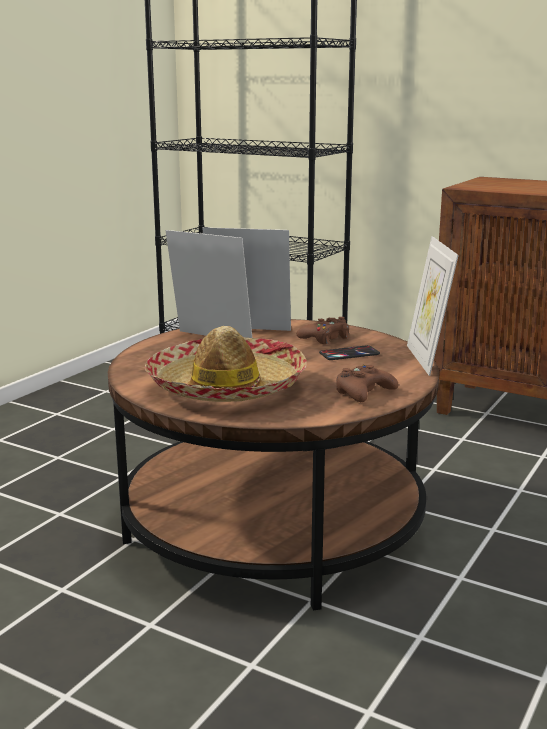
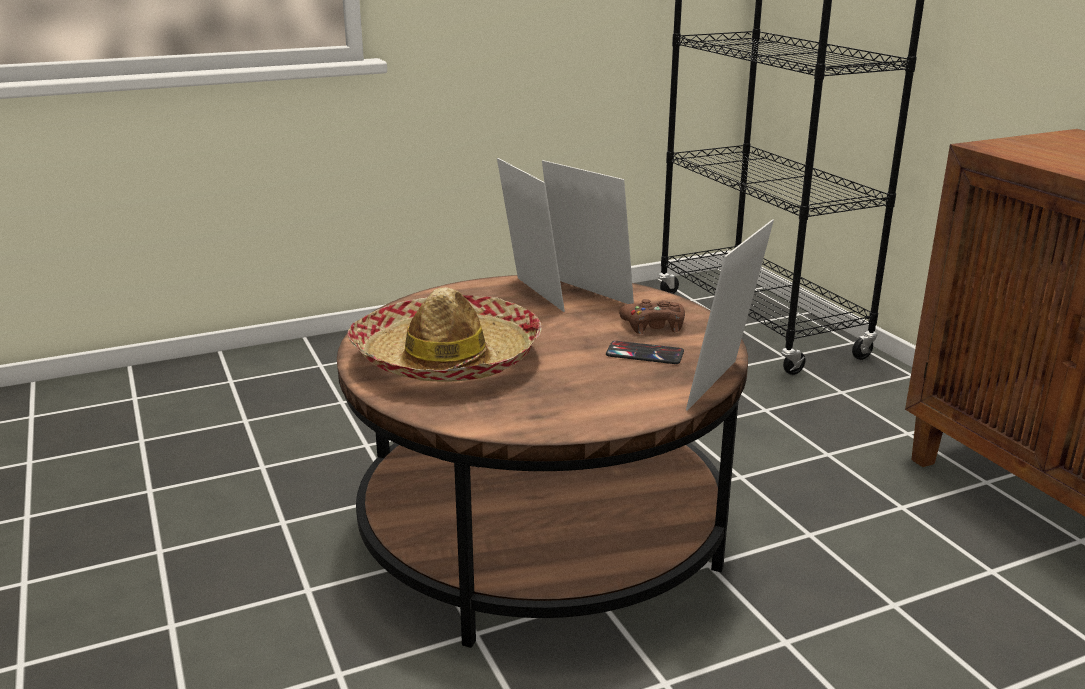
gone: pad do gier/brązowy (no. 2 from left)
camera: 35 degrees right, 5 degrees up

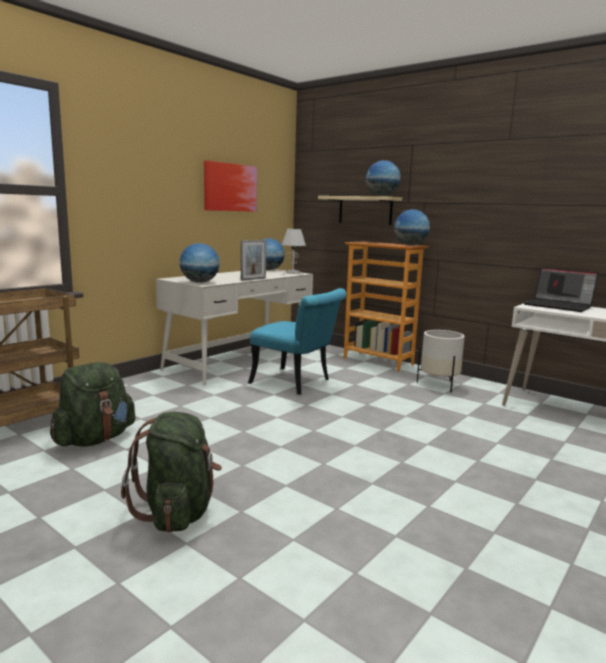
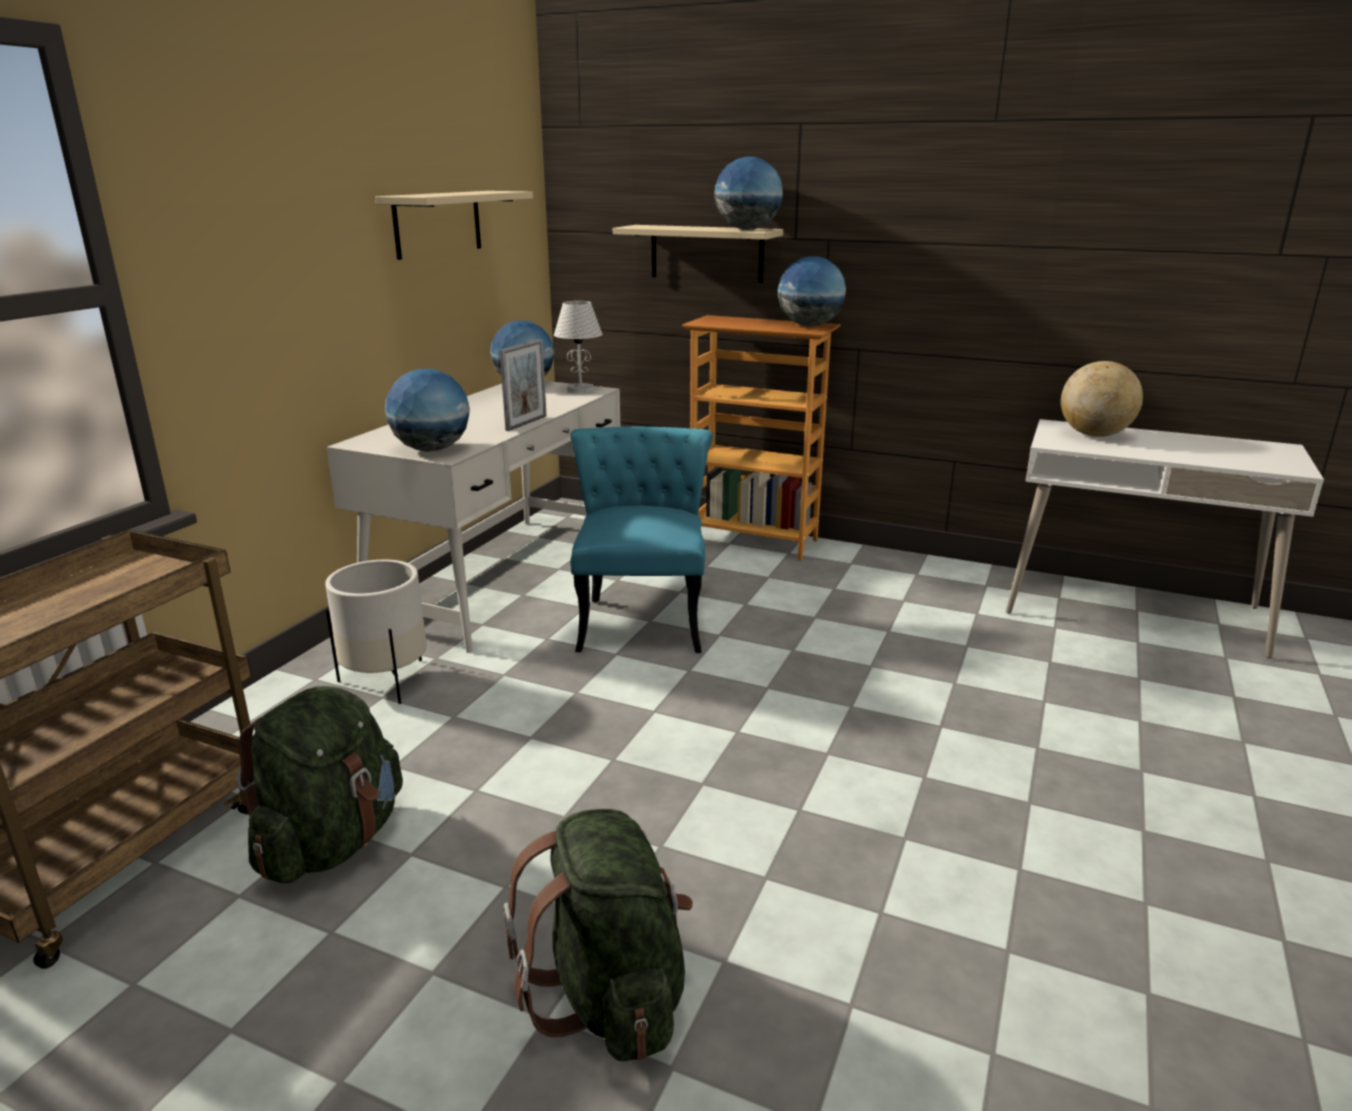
shifted: donica/biały
swapped: obraz to półka/beżowy (no. 1 from left); laptop to globus (no. 5 from left)
rotated: krzesło/turkusowy 105 degrees counterclockwise
camera: 15 degrees left, 10 degrees up

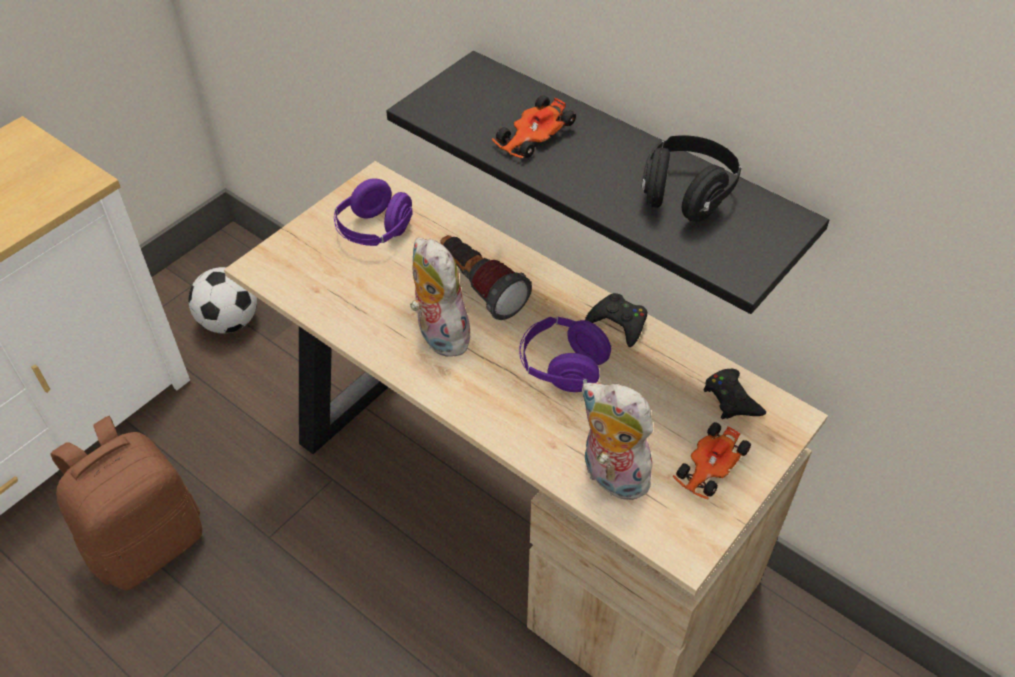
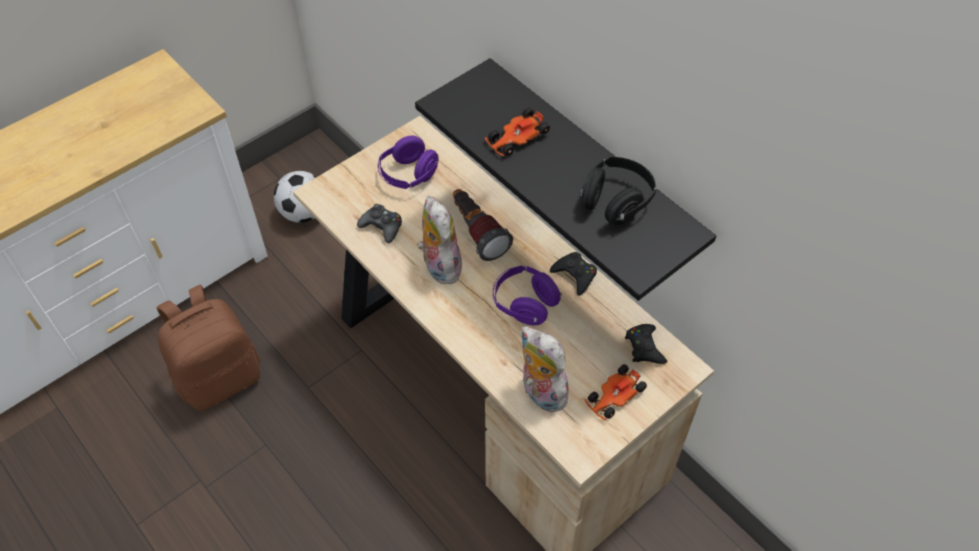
new: pad do gier/czarny (no. 1 from left)
camera: 10 degrees right, 5 degrees up

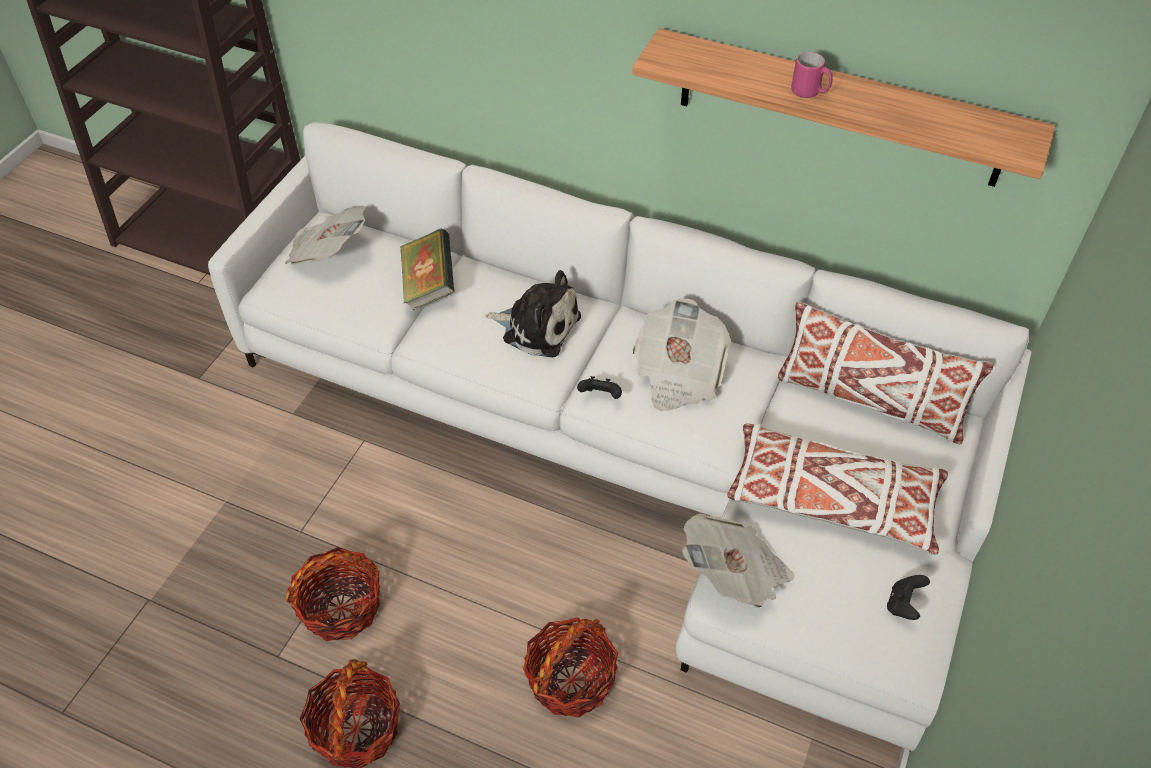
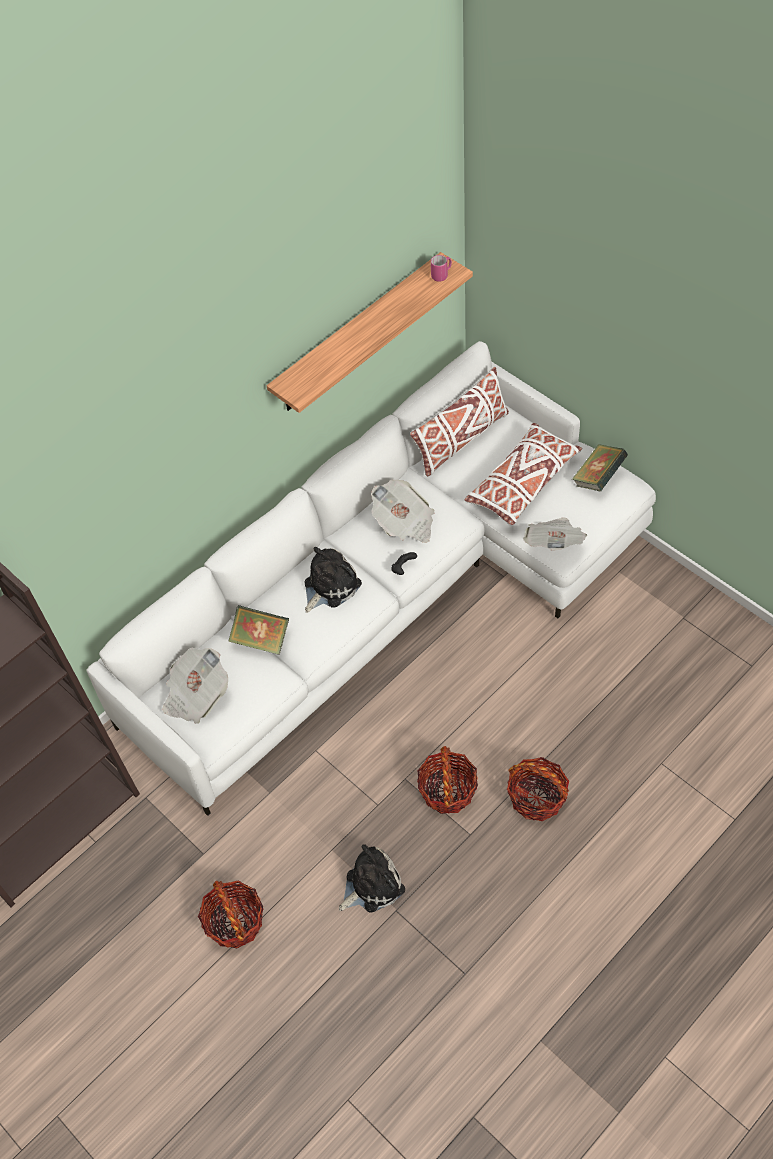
new: pluszak (no. 2 from left)
shifted: koszyk (no. 3 from left in the first image) to koszyk (no. 1 from left); kubek/różowy
swapped: pad do gier/czarny (no. 2 from left) to książka (no. 2 from left)
camera: 65 degrees left, 5 degrees up

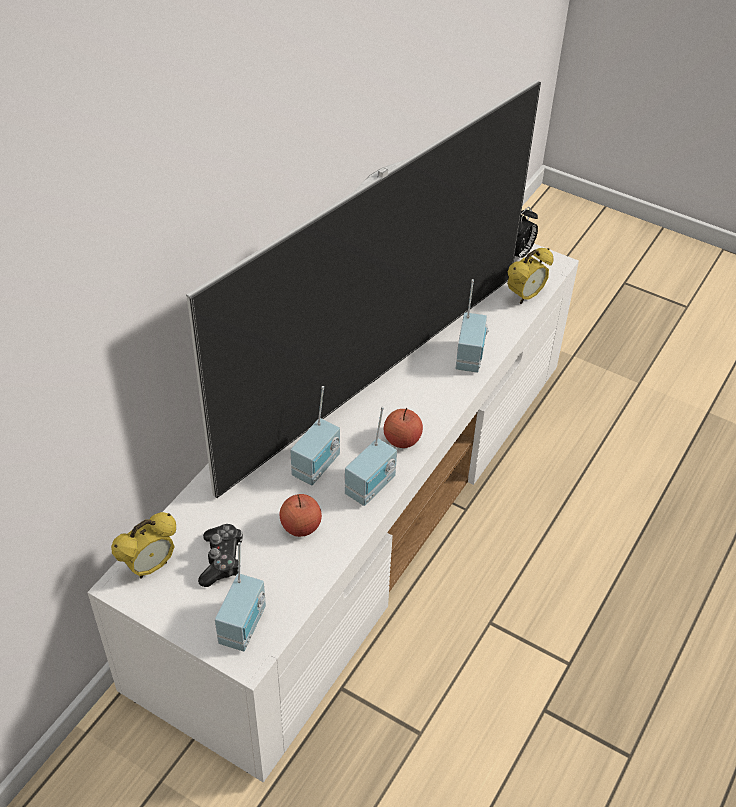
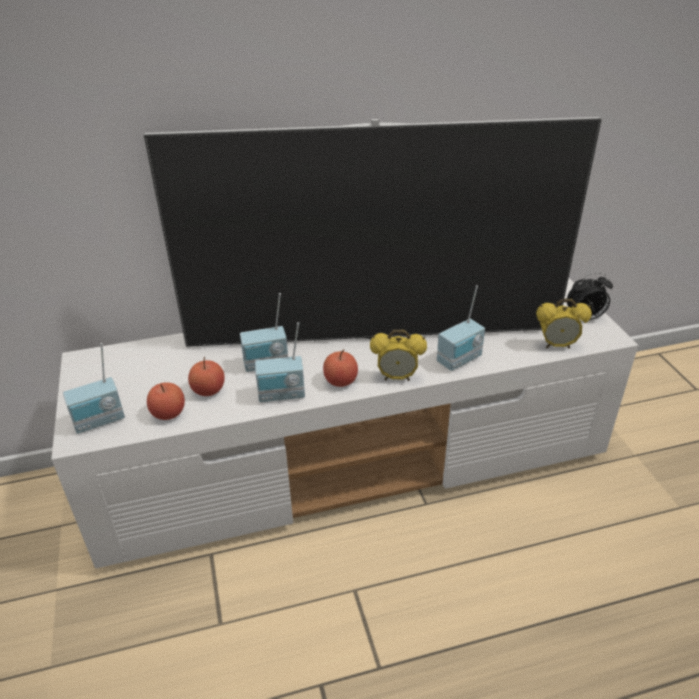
gone: pad do gier
new: jabłko (no. 1 from left)
shifted: budzik (no. 1 from left)
camera: 45 degrees right, 10 degrees down

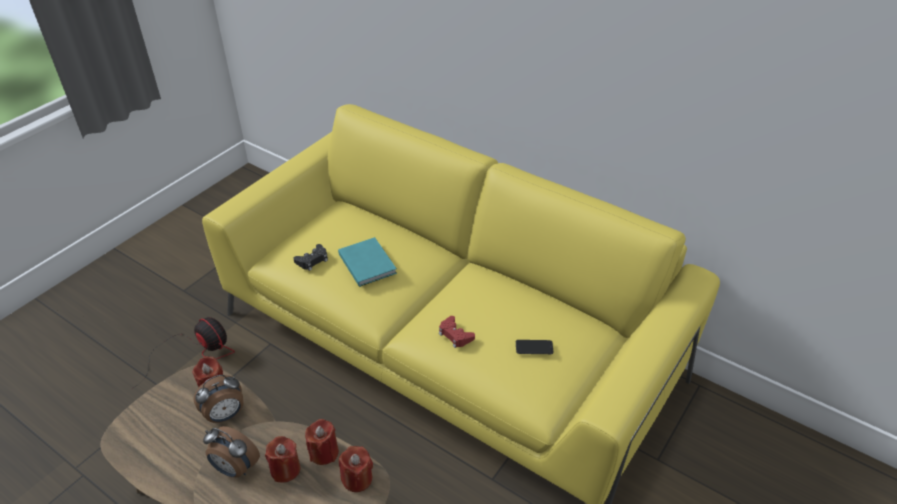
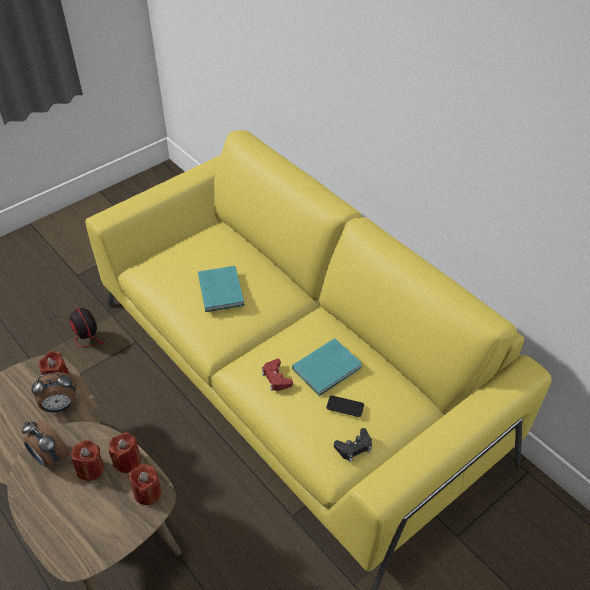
new: książka/turkusowy (no. 2 from left)
shifted: pad do gier/czarny
camera: 15 degrees right, 5 degrees up

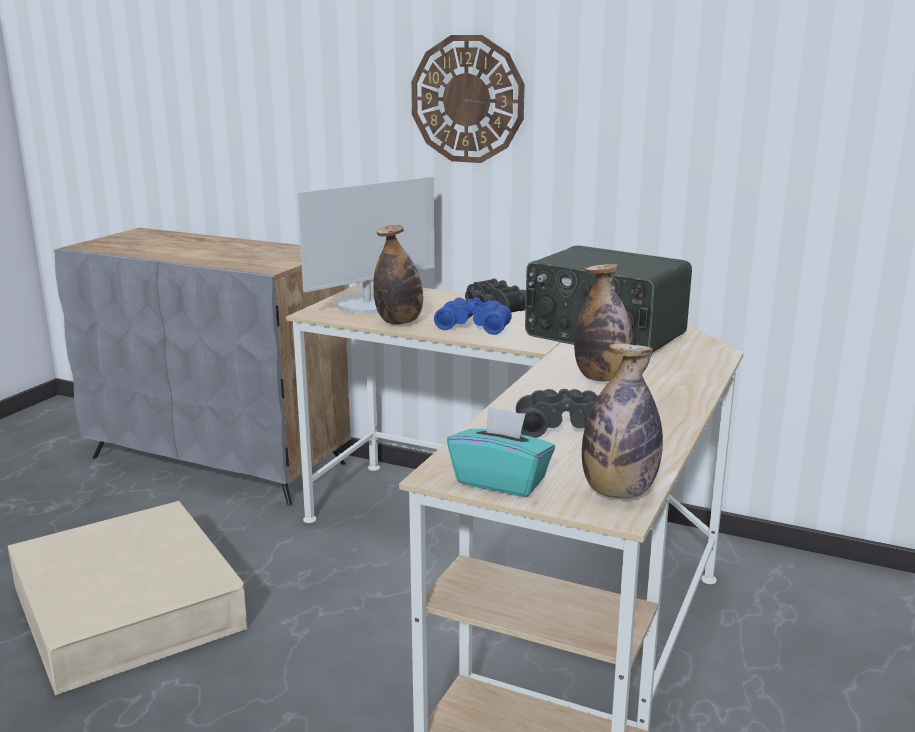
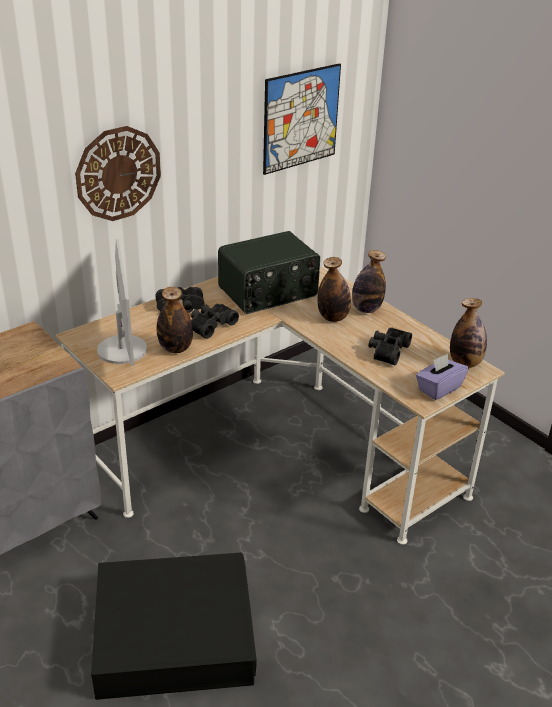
new: obraz; butelka (no. 3 from left)
repainted: pojemnik do przechowywania/beżowy to pojemnik do przechowywania/czarny; lornetka/niebieski to lornetka/czarny (no. 2 from left); pudełko chusteczek/turkusowy to pudełko chusteczek/fioletowy
camera: 65 degrees left, 15 degrees up

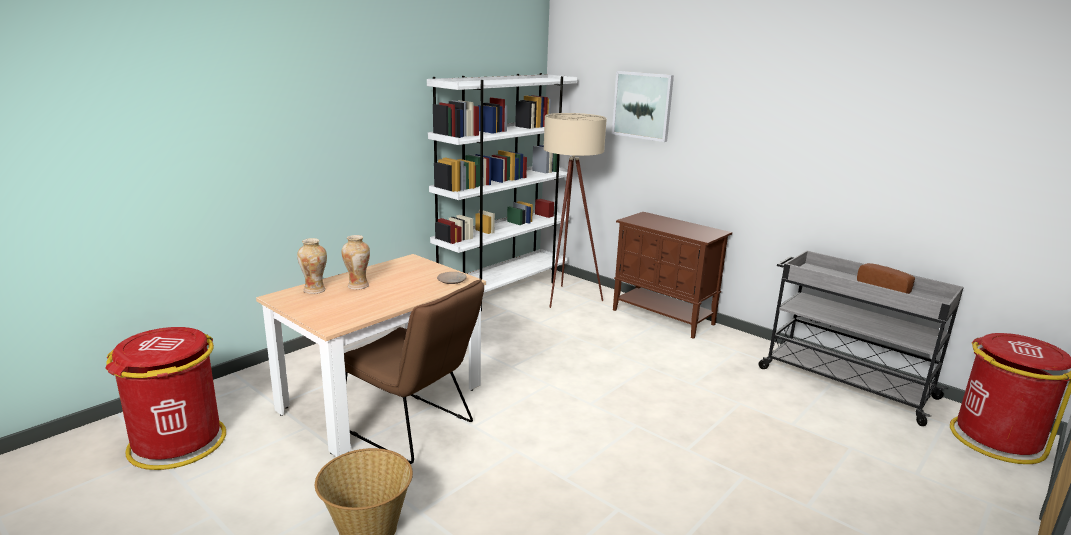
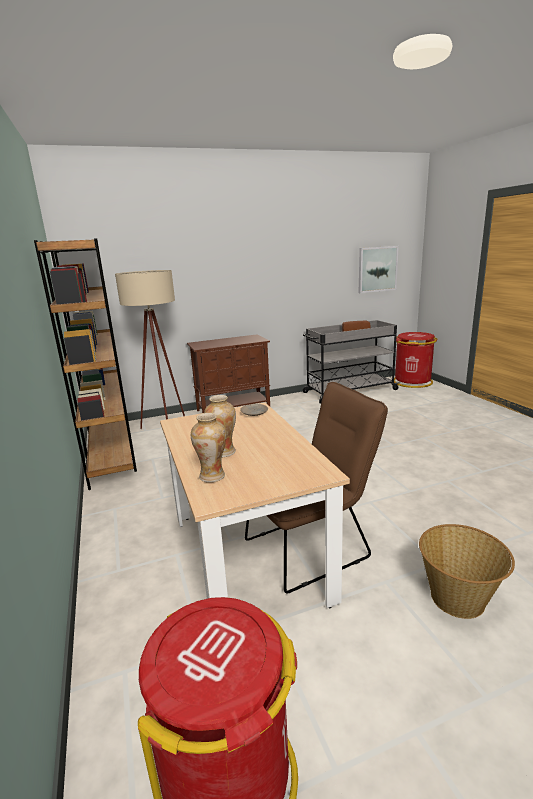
shifted: obraz
repainted: regał/biały to regał/brązowy
camera: 60 degrees left, 0 degrees up

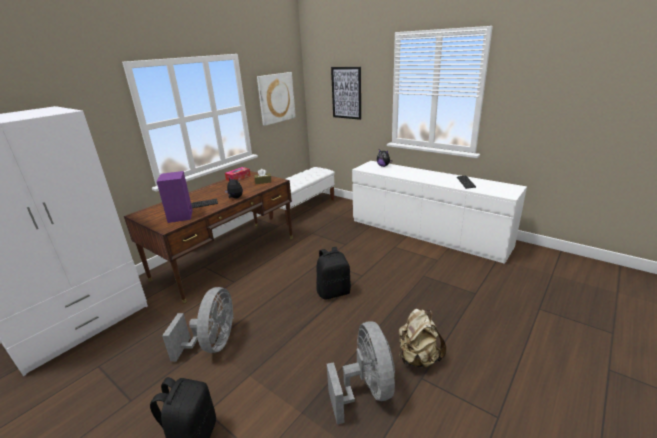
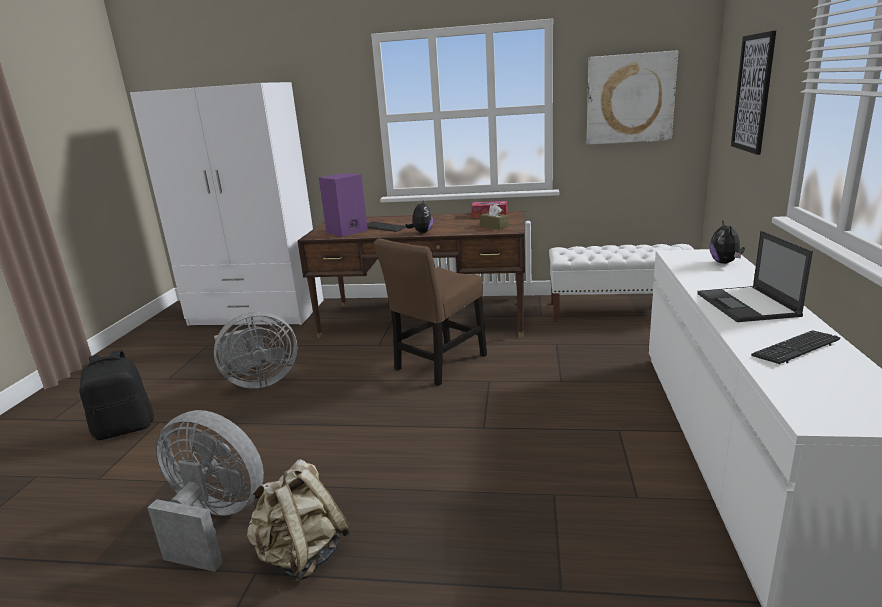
gone: plecak/czarny (no. 2 from left)
new: krzesło/brązowy; laptop
rotated: wentylator/szary (no. 2 from left in the first image) 120 degrees counterclockwise
camera: 60 degrees right, 5 degrees down

